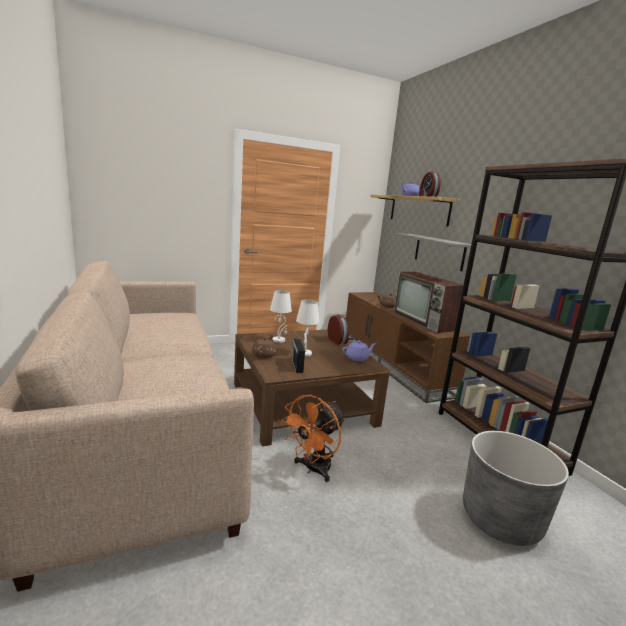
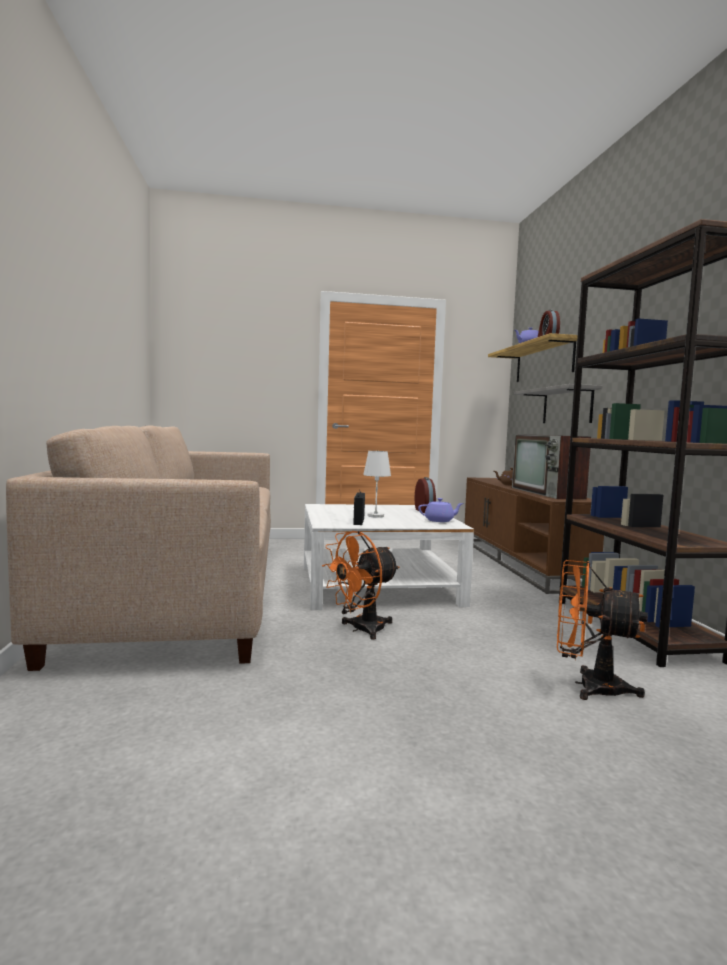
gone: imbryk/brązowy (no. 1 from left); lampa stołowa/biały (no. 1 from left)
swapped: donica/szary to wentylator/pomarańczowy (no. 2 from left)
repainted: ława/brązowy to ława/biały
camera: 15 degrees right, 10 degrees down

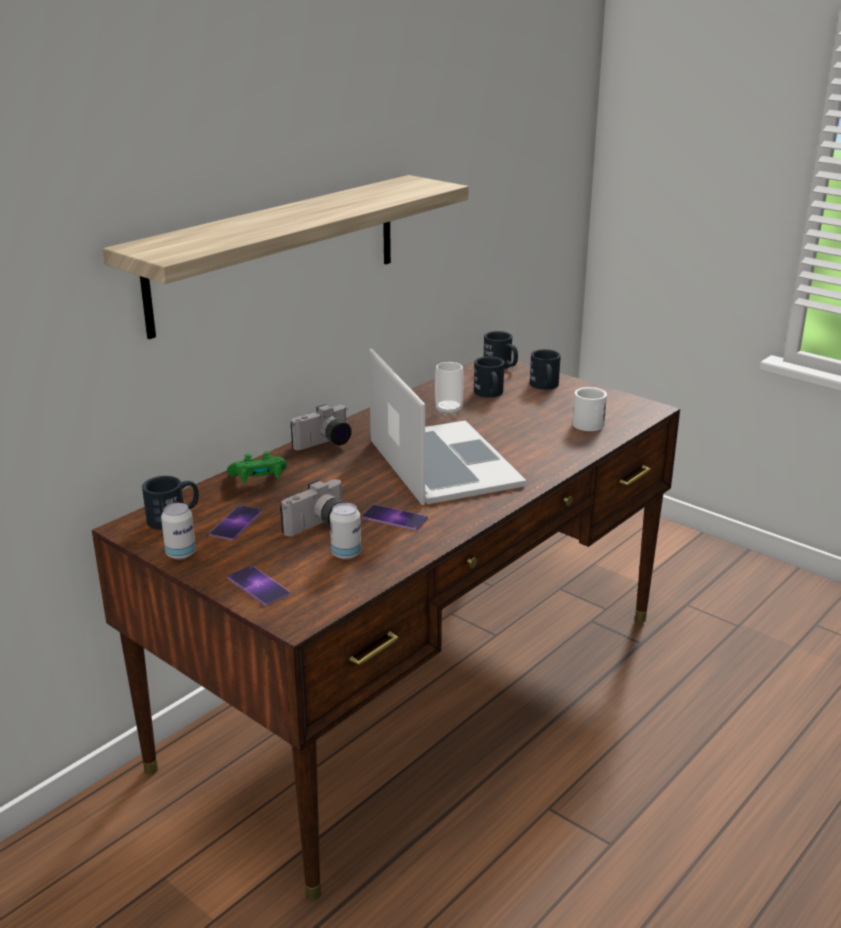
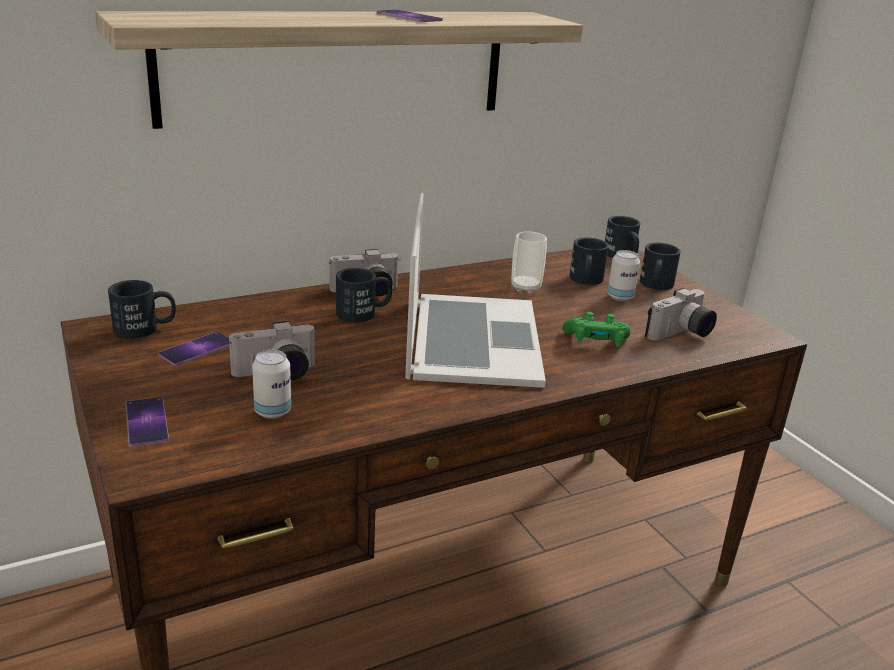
new: kubek/czarny (no. 2 from left)
shifted: telefon (no. 3 from left); pad do gier/zielony; puszka (no. 1 from left in the first image) to puszka (no. 2 from left)
swapped: kubek/biały to aparat fotograficzny (no. 3 from left)
camera: 20 degrees right, 0 degrees up

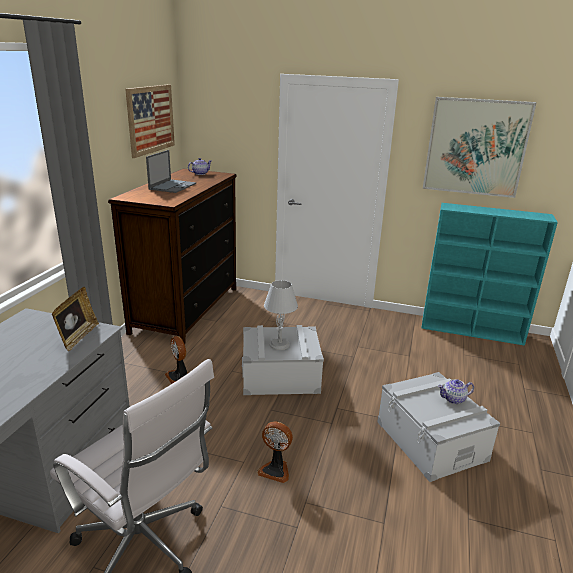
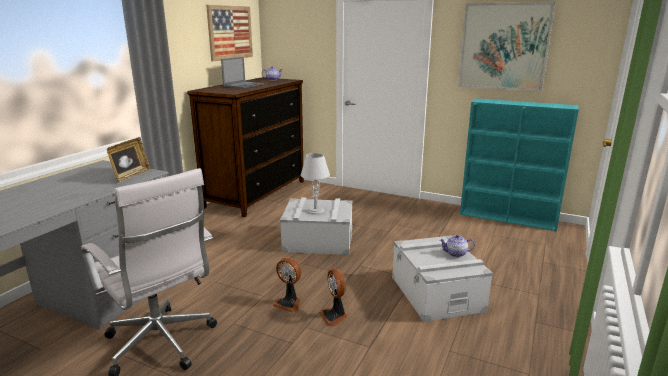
shifted: wentylator (no. 1 from left in the first image) to wentylator (no. 2 from left)
camera: 10 degrees right, 5 degrees down

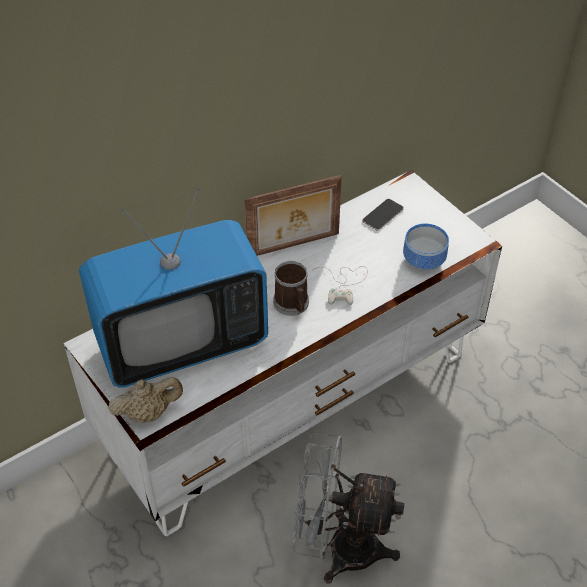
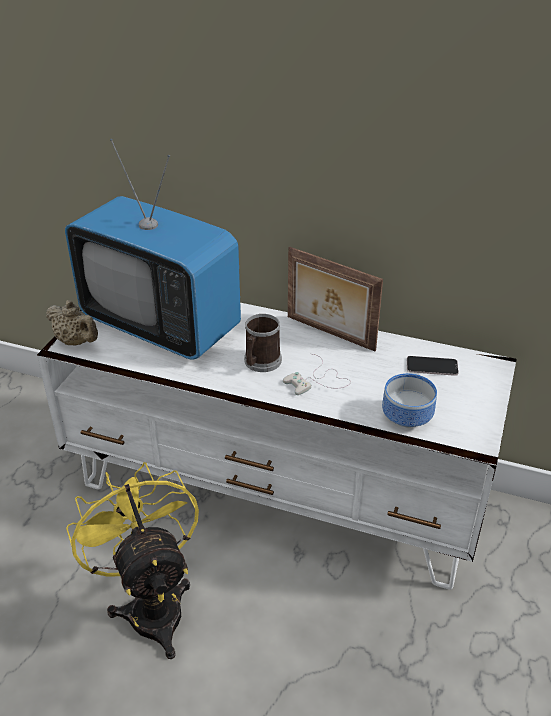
repainted: wentylator/szary to wentylator/żółty
camera: 55 degrees right, 10 degrees down

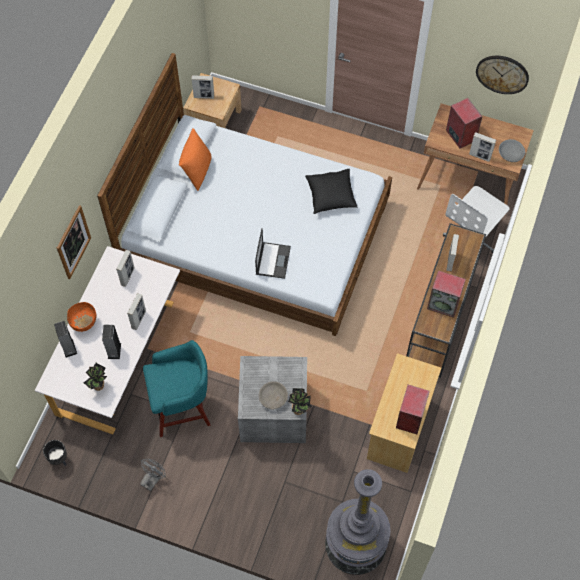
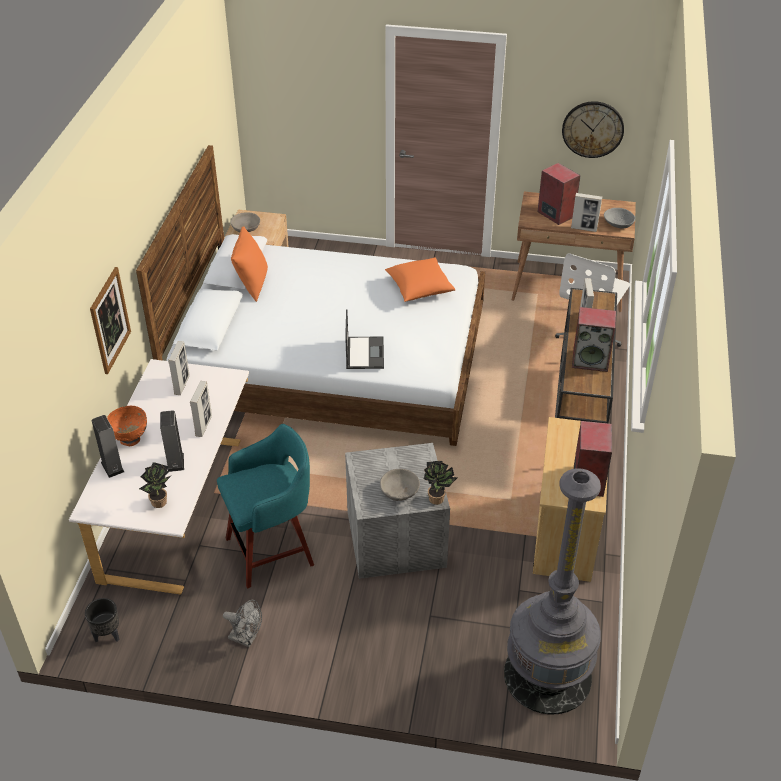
swapped: ramka na zdjęcie (no. 3 from left) to miska/szary (no. 1 from left)
repainted: poduszka/czarny to poduszka/pomarańczowy (no. 2 from left)
rotated: wentylator/szary 90 degrees clockwise
camera: 10 degrees left, 20 degrees down

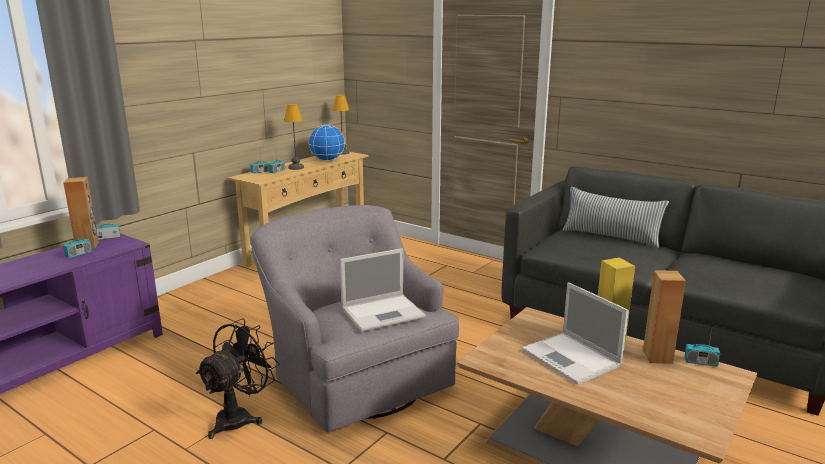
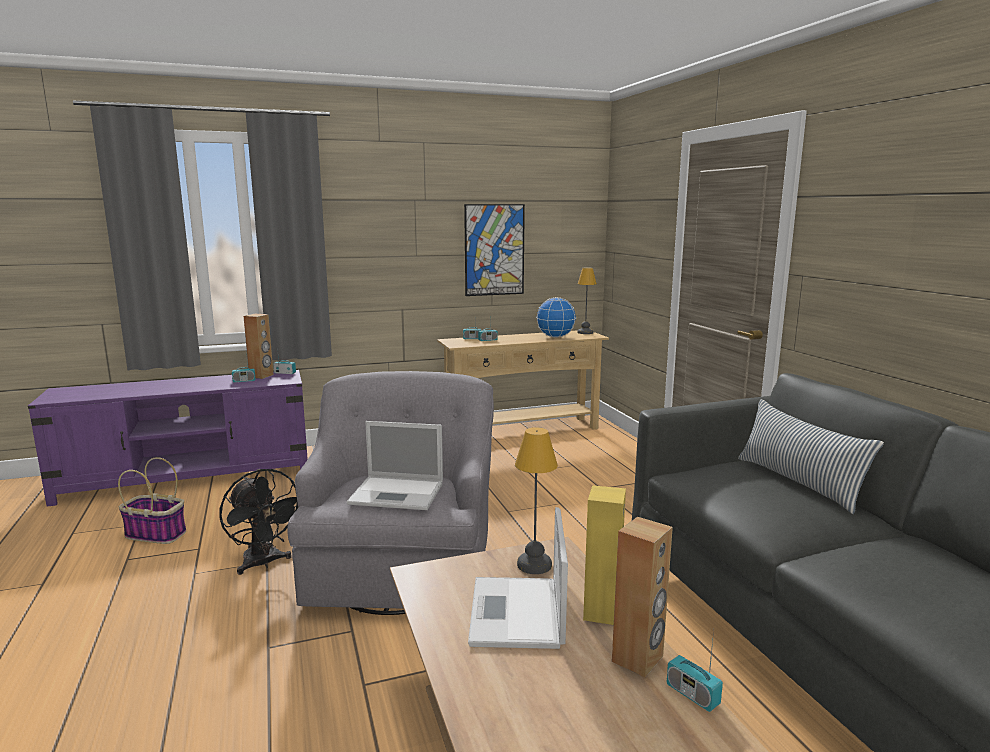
new: koszyk; obraz
shifted: lampa stołowa (no. 1 from left)
rotated: wentylator/czarny 75 degrees clockwise
camera: 35 degrees right, 5 degrees down

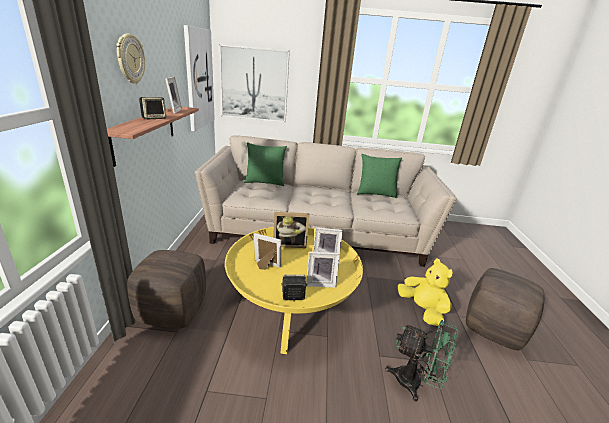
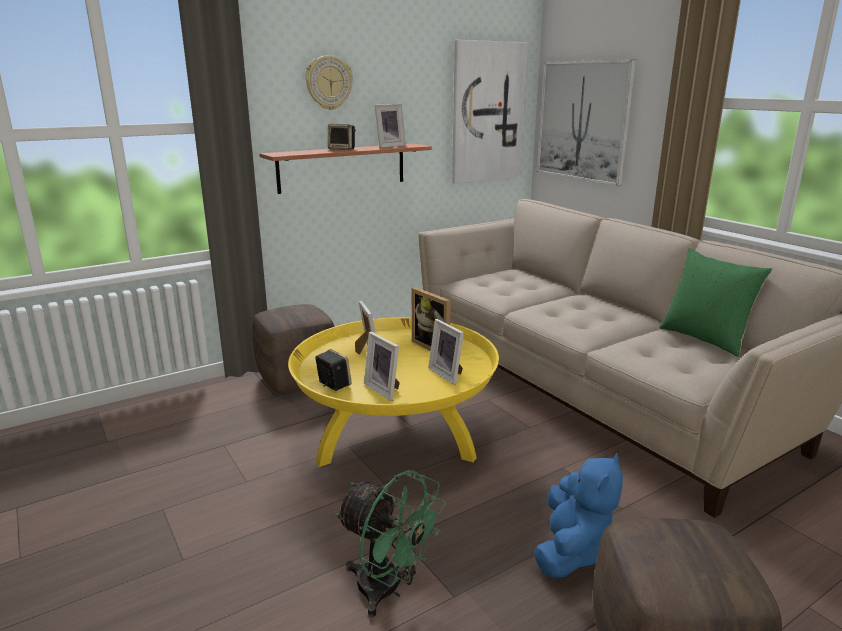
gone: poduszka/zielony (no. 1 from left)
repainted: pluszak/żółty to pluszak/niebieski
rotated: wentylator/zielony 45 degrees counterclockwise
camera: 55 degrees right, 5 degrees down

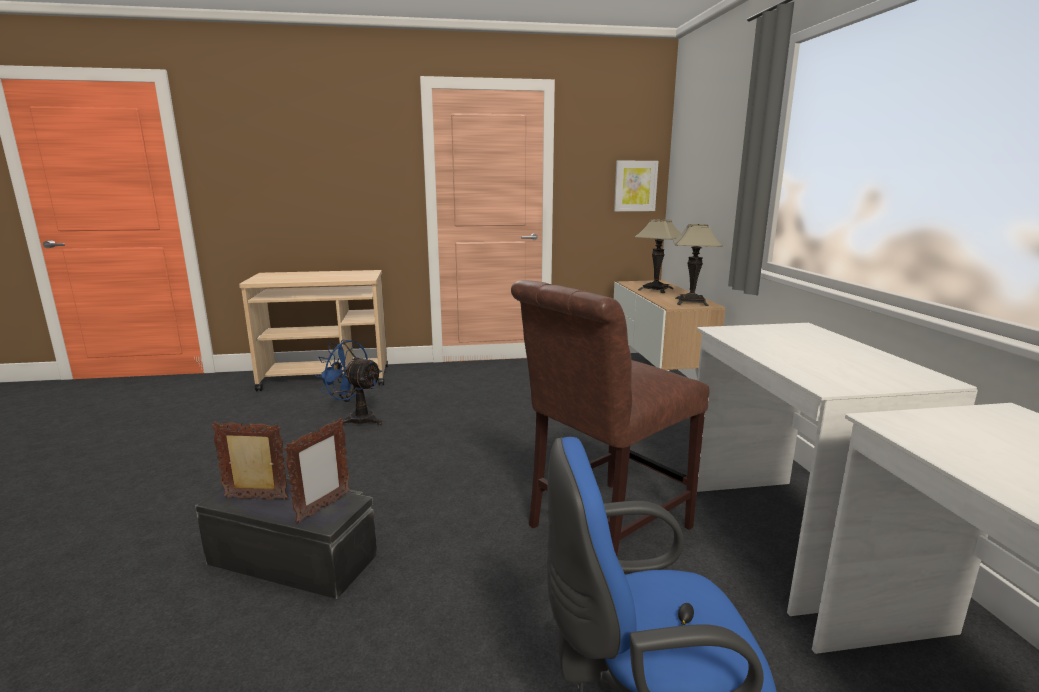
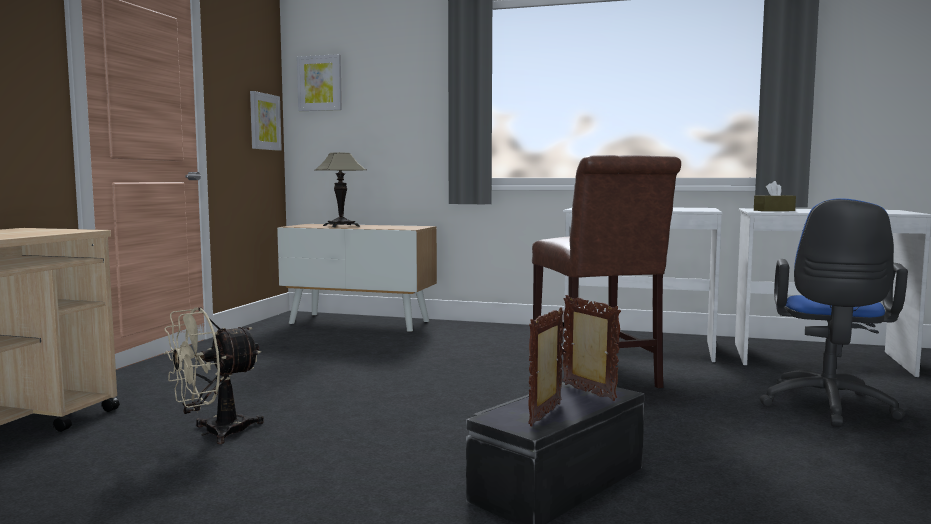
gone: lampa stołowa (no. 2 from left)
new: obraz (no. 2 from left); pudełko chusteczek/brązowy
repainted: wentylator/niebieski to wentylator/beżowy
camera: 65 degrees left, 10 degrees down

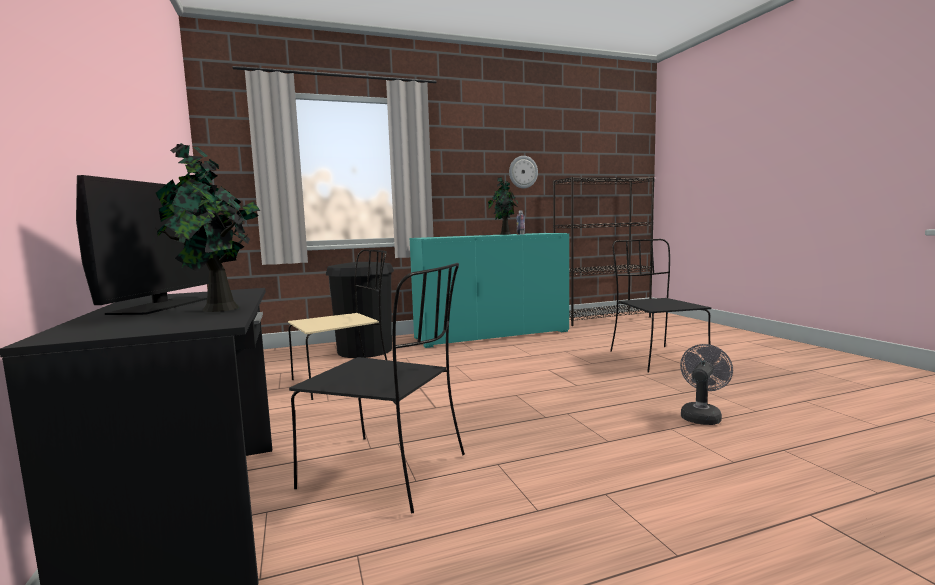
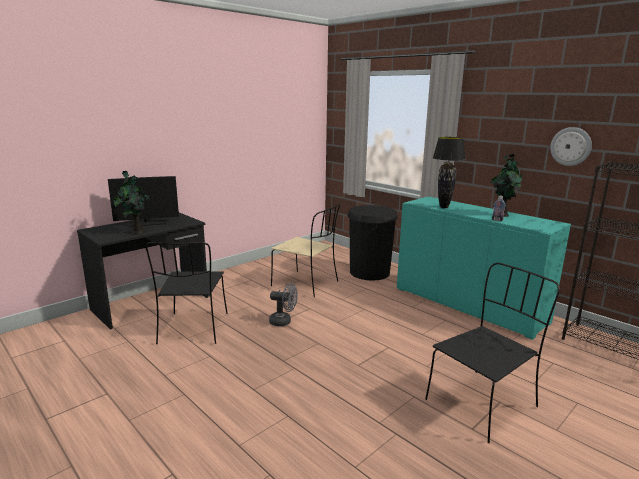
new: lampa stołowa/czarny
shifted: wentylator/szary
camera: 65 degrees right, 10 degrees up

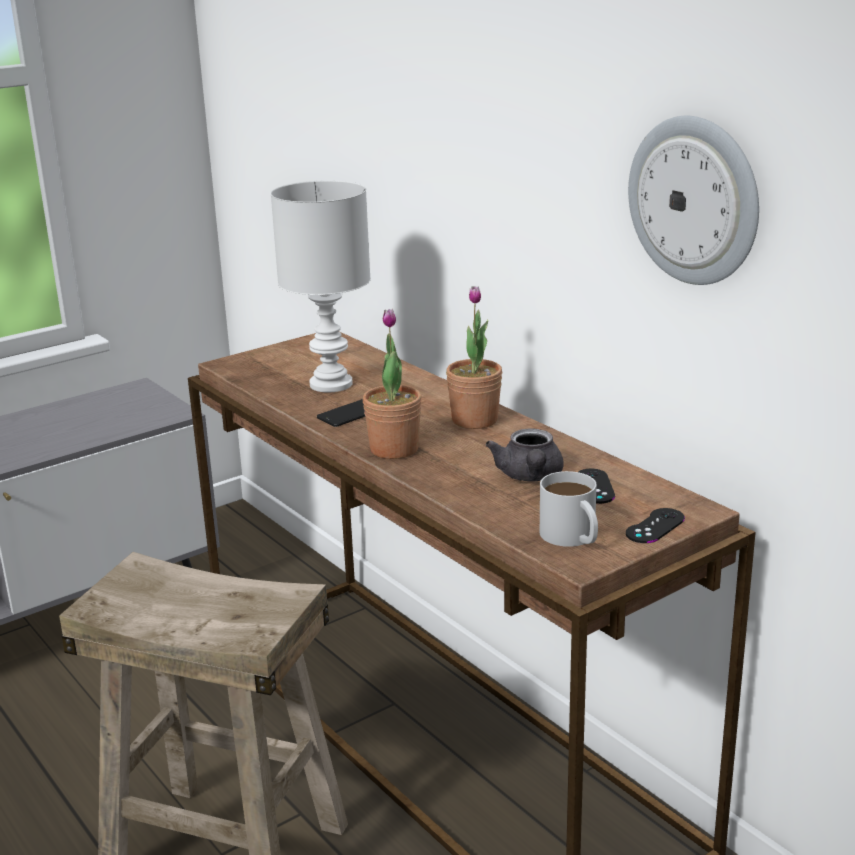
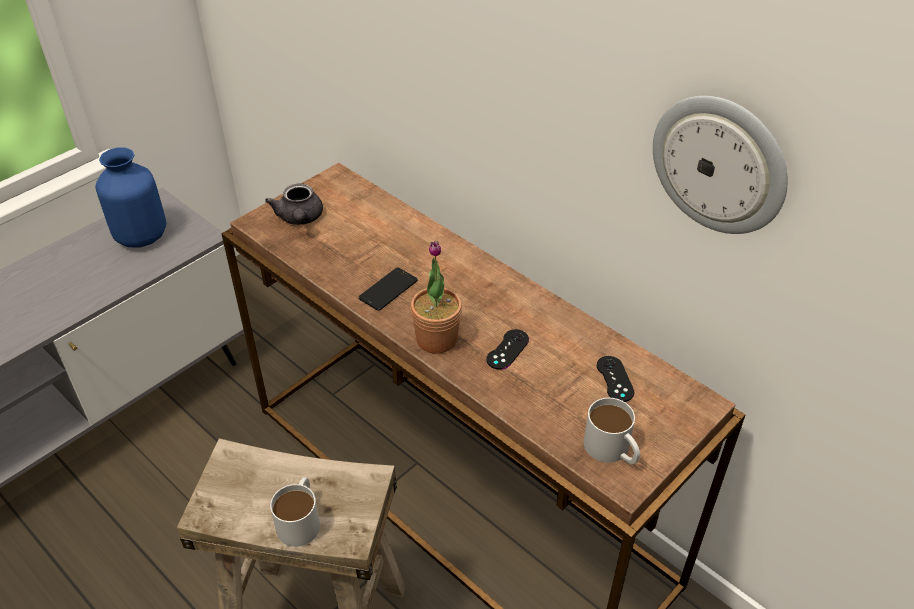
gone: lampa stołowa/biały; roślina doniczkowa (no. 2 from left)
new: wazon/niebieski; kubek/biały (no. 1 from left)
shifted: imbryk/szary; pad do gier/czarny (no. 2 from left in the first image) to pad do gier/czarny (no. 1 from left)
camera: 10 degrees left, 20 degrees up

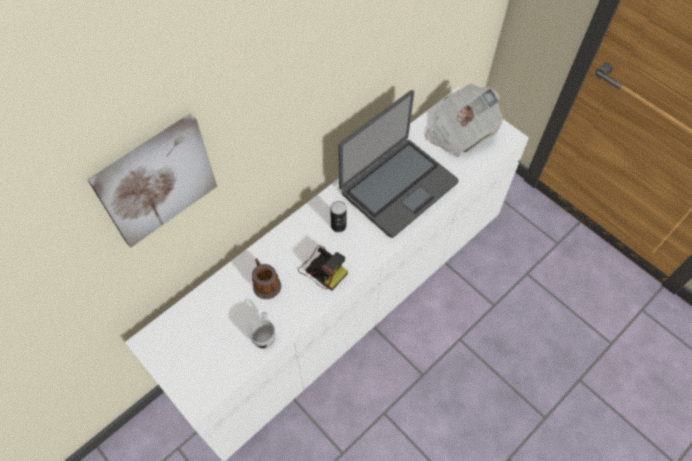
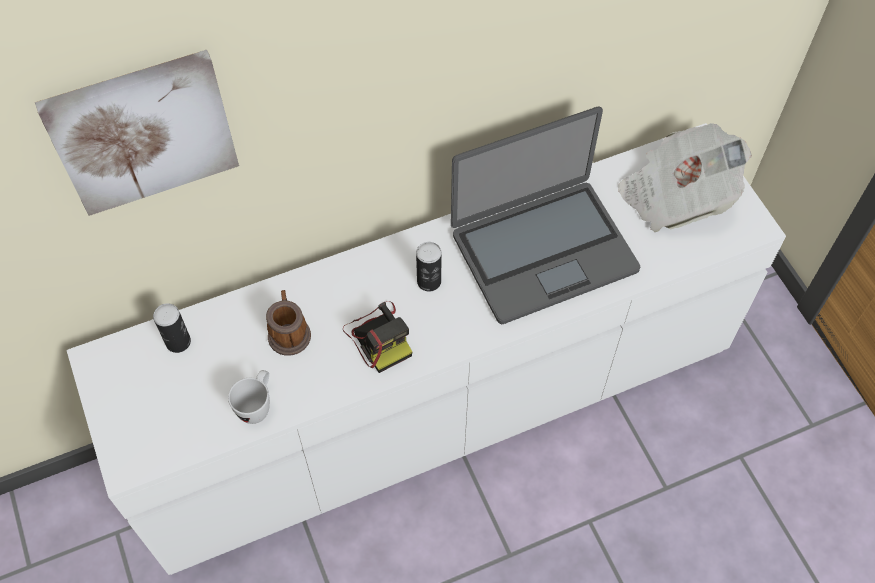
new: puszka (no. 1 from left)
camera: 20 degrees right, 0 degrees up

